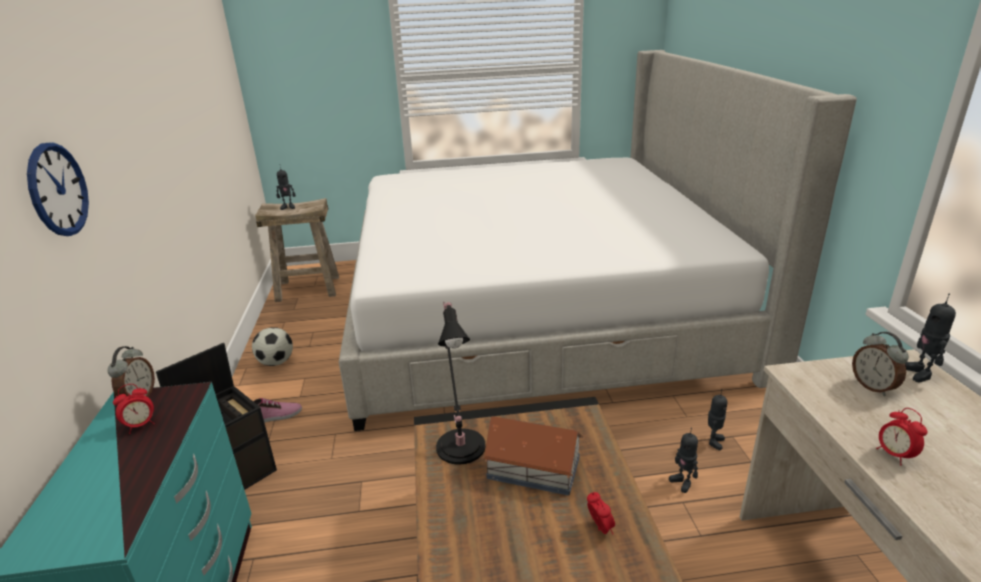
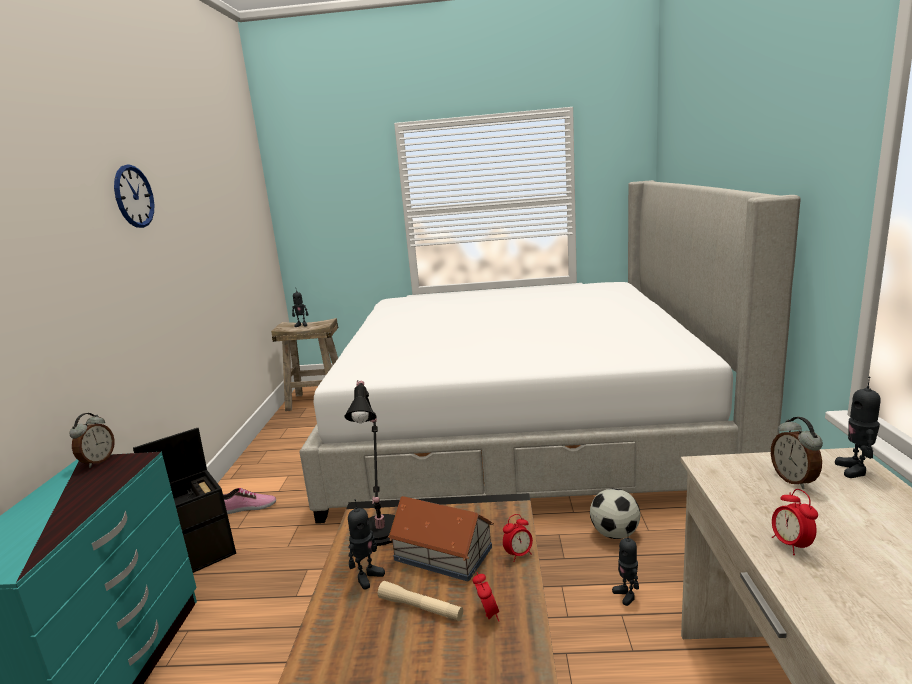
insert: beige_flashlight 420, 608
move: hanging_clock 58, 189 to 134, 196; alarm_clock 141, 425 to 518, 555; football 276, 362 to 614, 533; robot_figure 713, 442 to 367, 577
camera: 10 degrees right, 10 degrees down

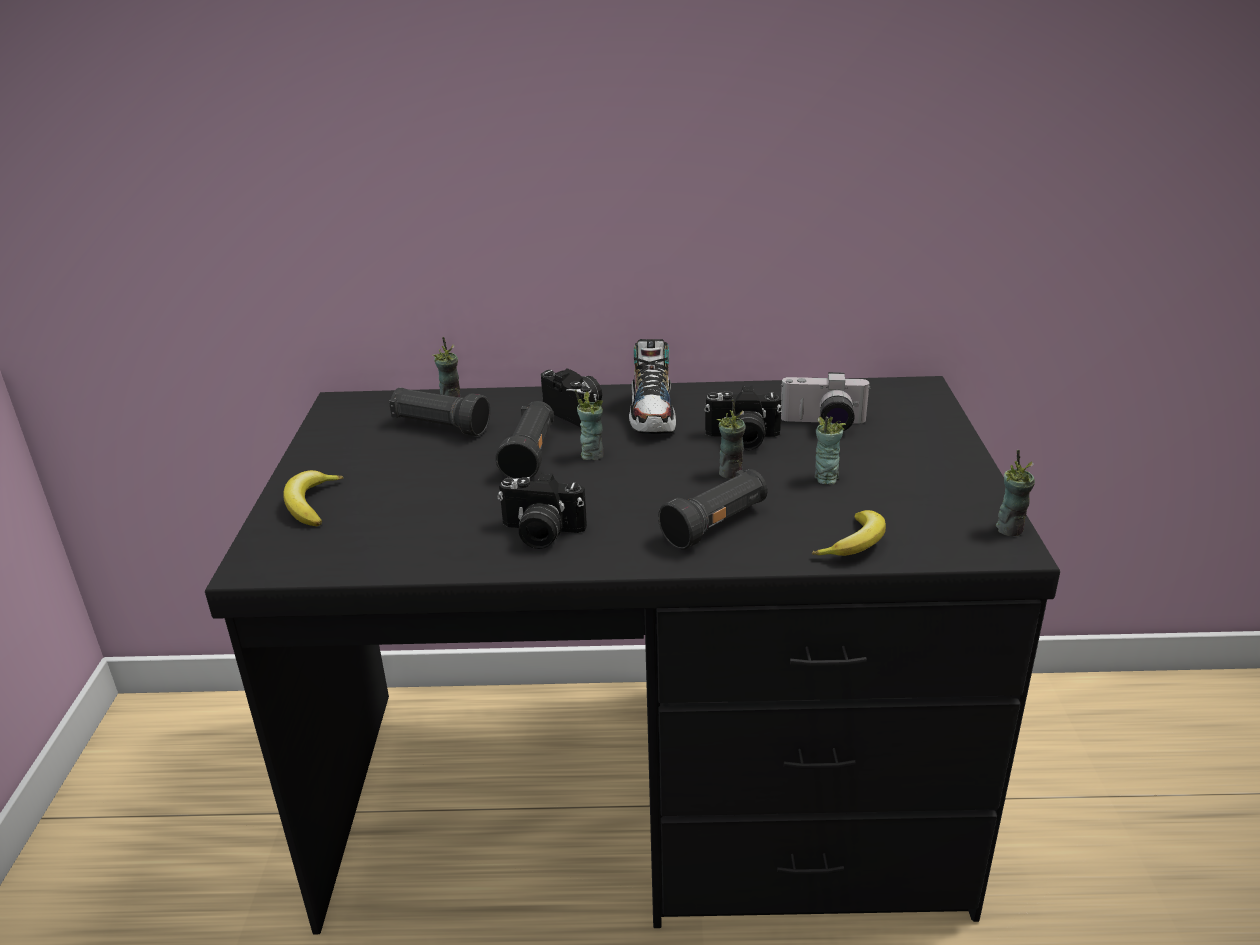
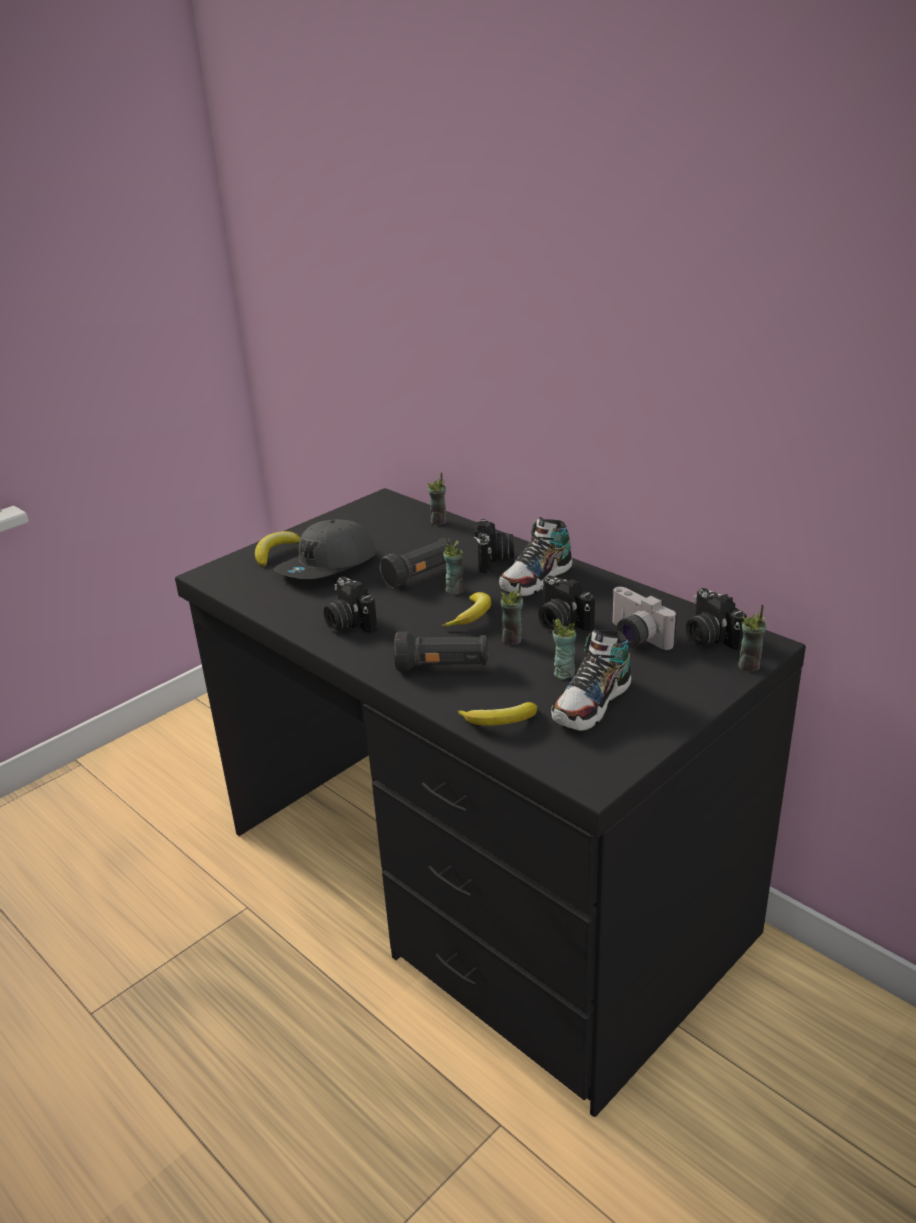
delete: blackish_flashlight 440, 426
insert: grey_peaked_cap 327, 566; whole_banana 472, 616; low_shoe 592, 705; still_camera 709, 638
move: cup 1010, 529 to 749, 666
camera: 45 degrees right, 0 degrees up

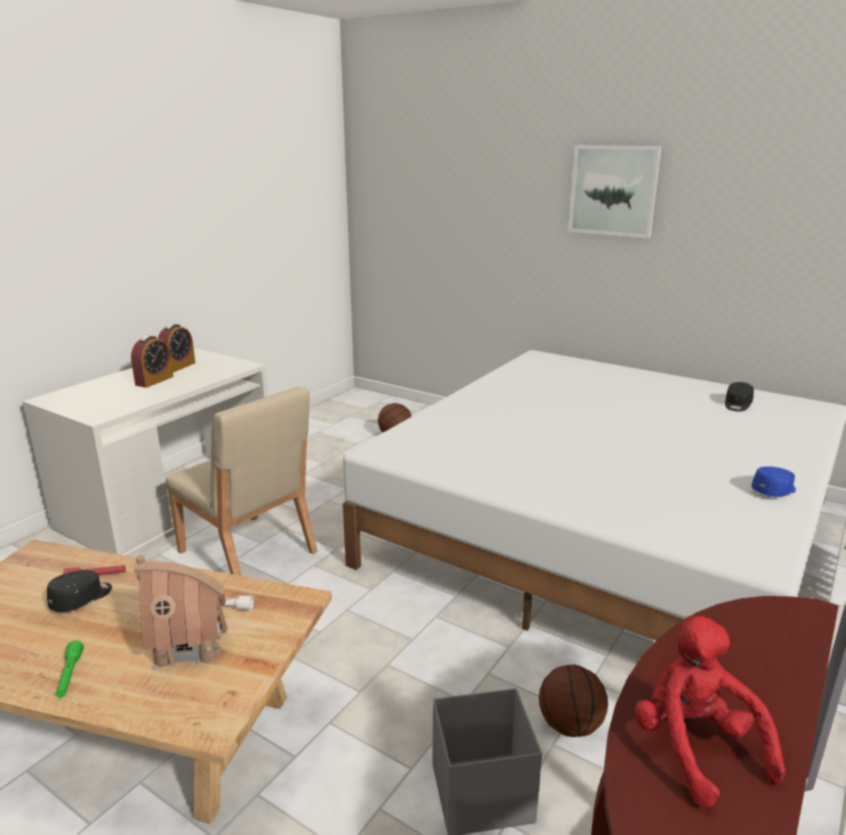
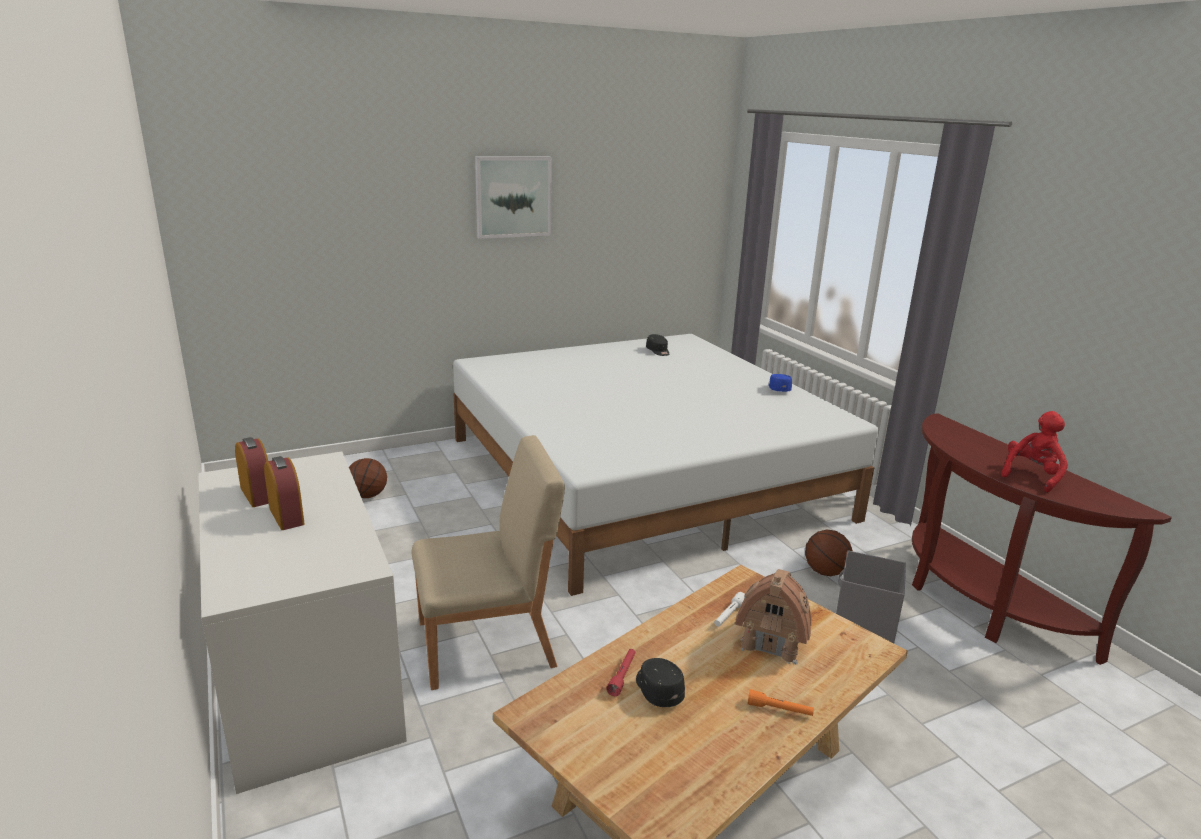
recolor: greenish_flashlight 70, 675 to orange_flashlight 779, 710
rotate: reddish_plush_toy 695, 747 = 1032, 475 120 degrees clockwise
camera: 60 degrees left, 0 degrees up

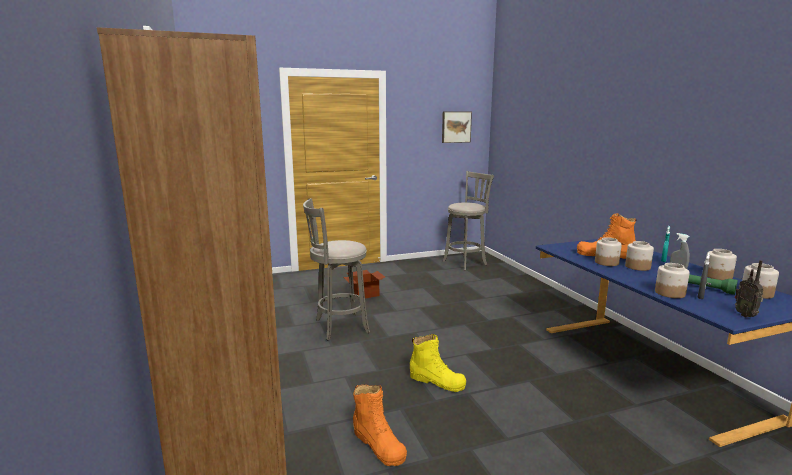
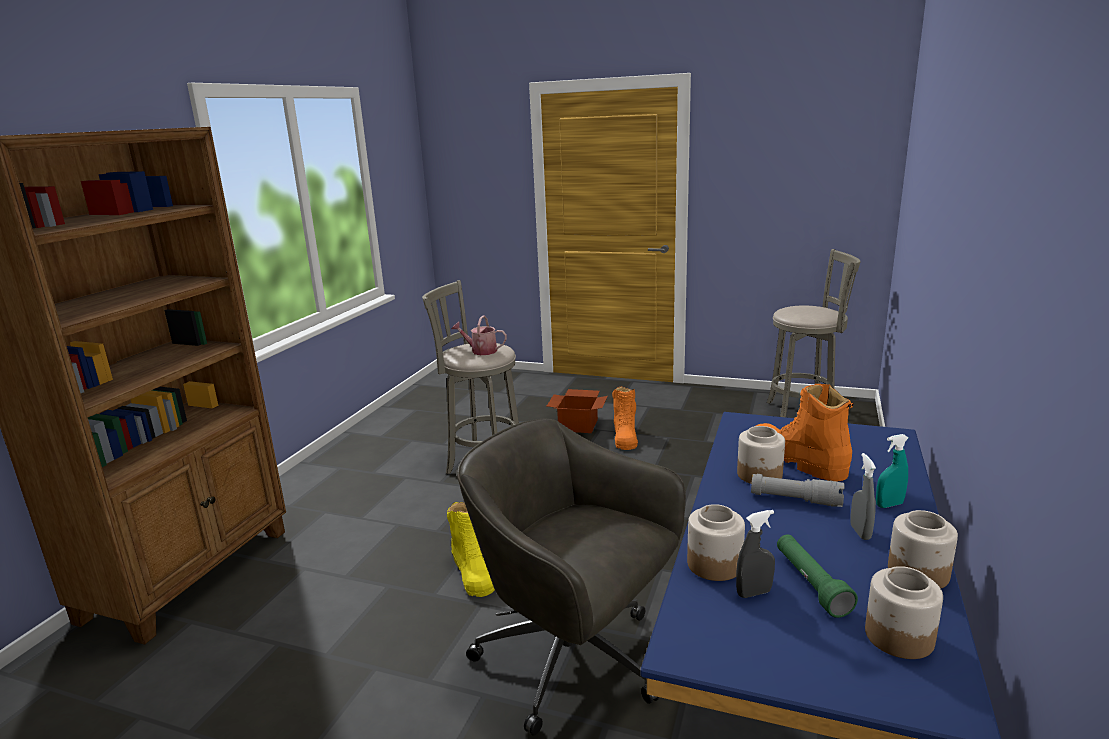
delete: picture 456, 127; radio 746, 315
insert: sprinkling_can 480, 351; grey_desk_chair 574, 661
move: orange_tall_boot 378, 444 to 625, 437
replace: preserve_jar 637, 267 to grey_flashlight 795, 500
camera: 40 degrees right, 5 degrees up

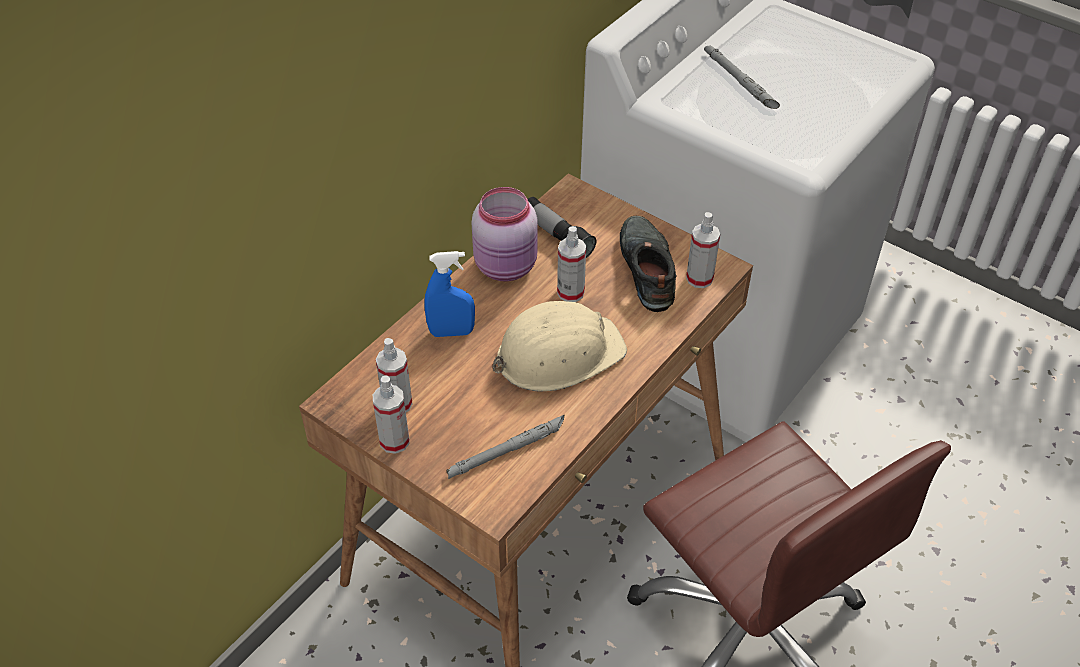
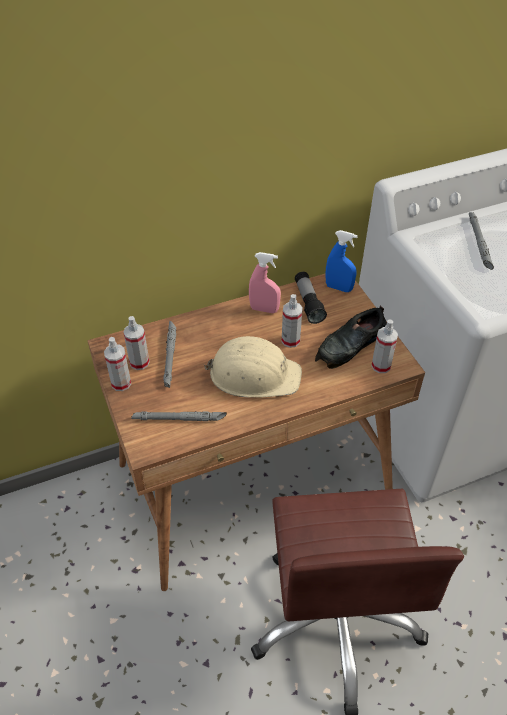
insert: grey_flashlight 170, 355
move: blue_hand_sprayer 451, 332 to 338, 288
replace: pink-coloured_preserve_jar 507, 267 to pink-coloured_hand_sprayer 264, 309
rotate: blackish_low_shoe 646, 268 = 350, 345 150 degrees counterclockwise
camera: 30 degrees right, 0 degrees up

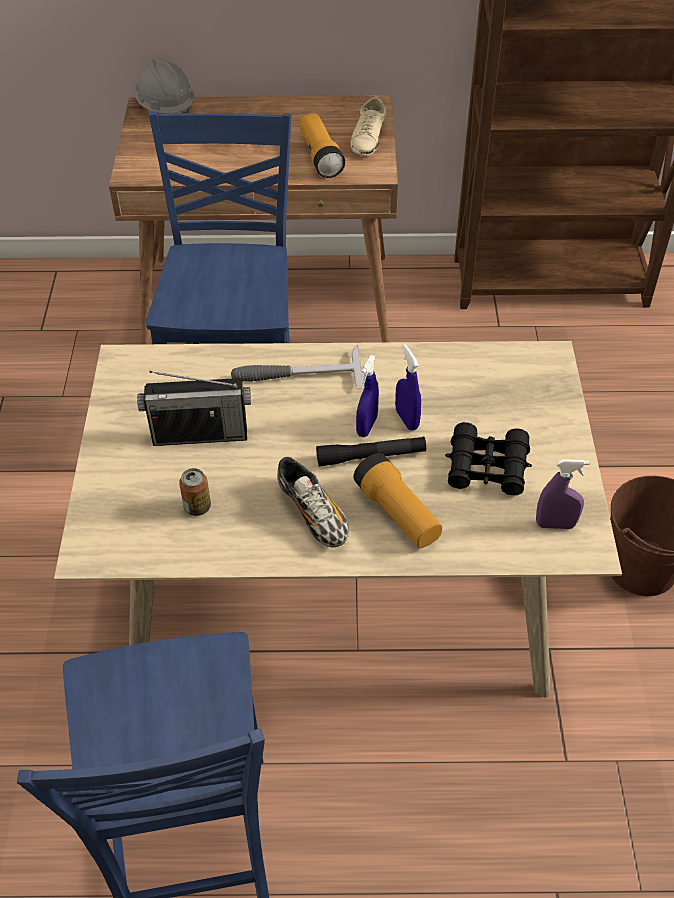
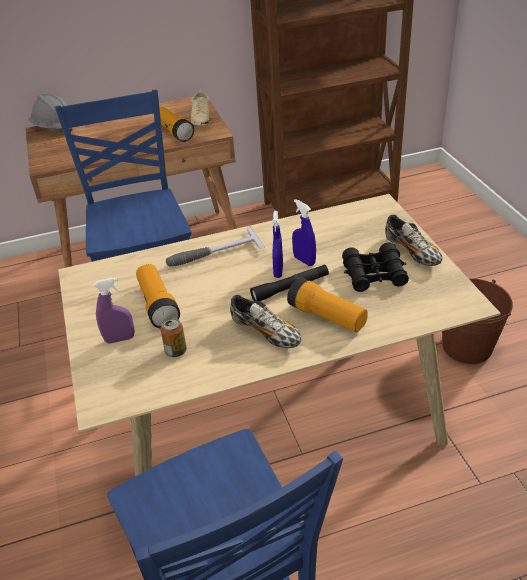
insert: low_shoe 412, 252
move: purple_hand_sprayer 555, 524 to 120, 339
replace: radio 200, 434 to flashlight 158, 305
camera: 15 degrees left, 10 degrees down

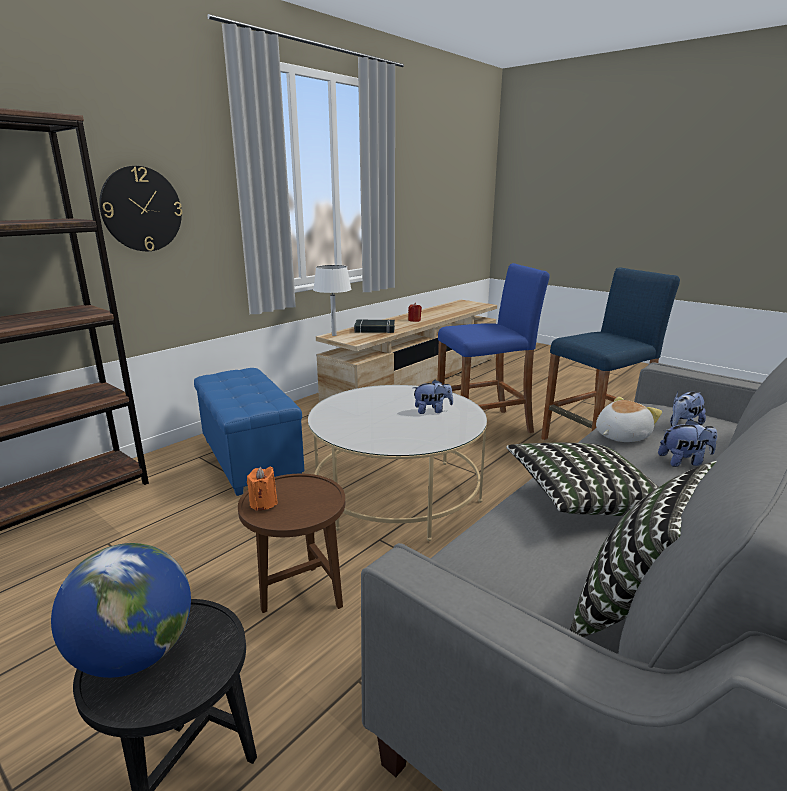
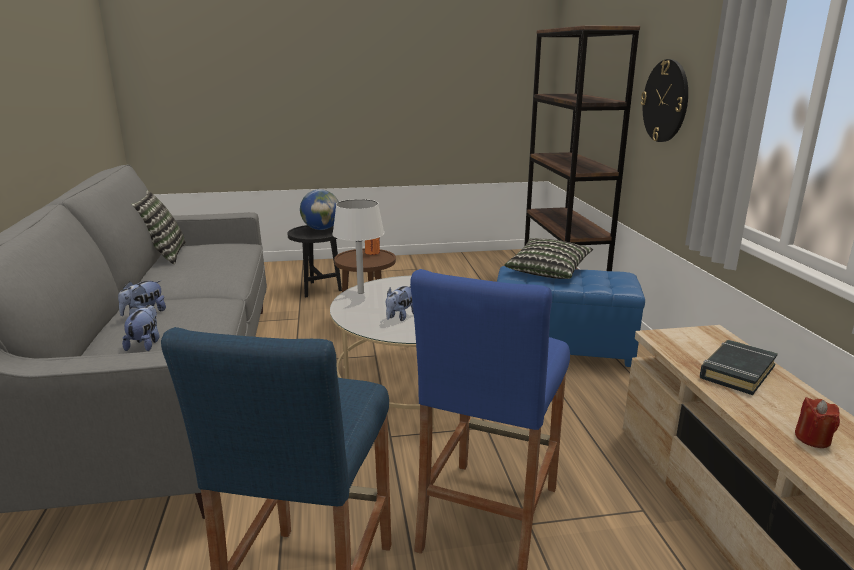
delete: plush_toy 620, 436
move: white-coloured_table_lamp 334, 335 to 360, 292; pillow 582, 501 to 548, 271
camera: 130 degrees right, 0 degrees up

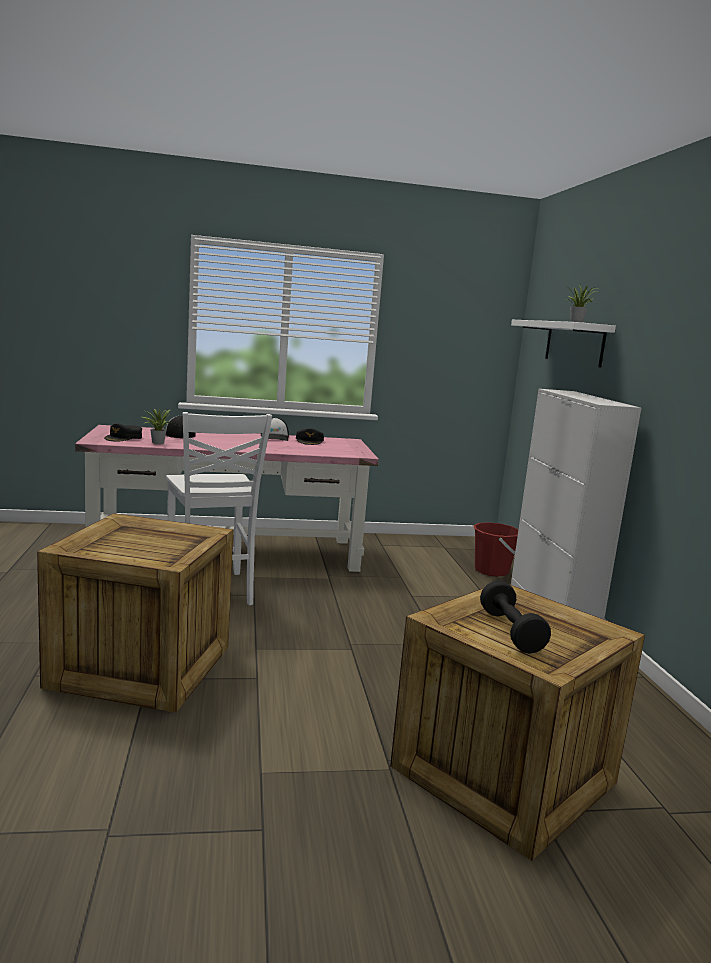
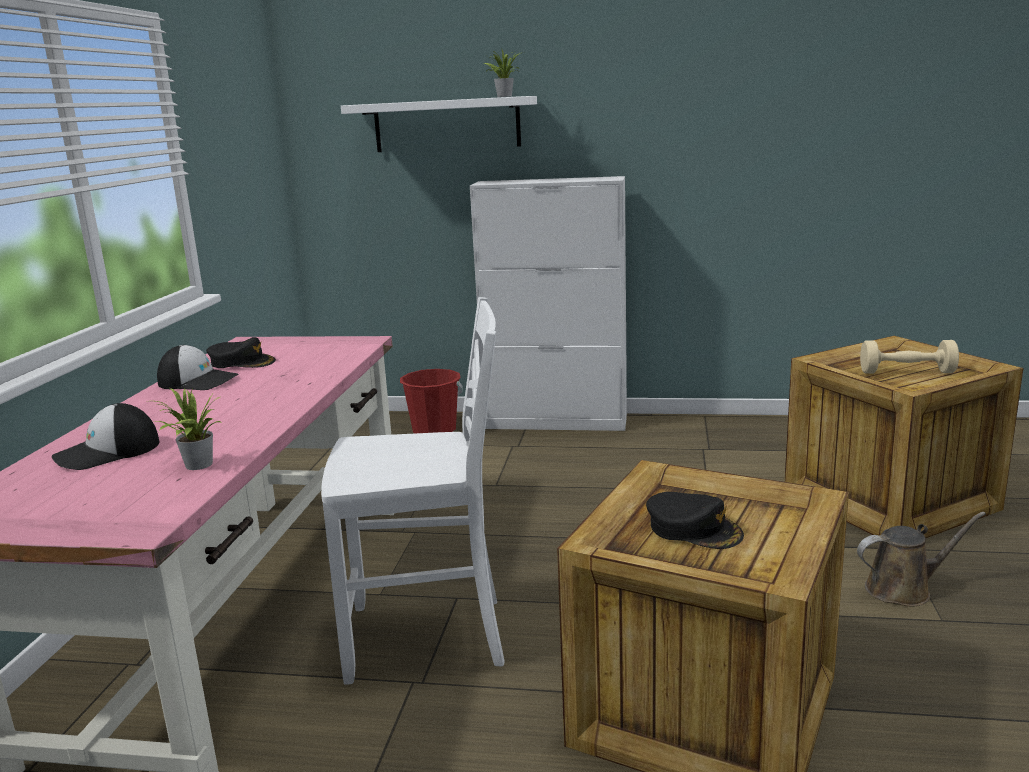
insert: brown_sprinkling_can 903, 589
move: blackish_peaked_cap 124, 438 to 694, 529
recolor: blackish_dumbbell 511, 632 to beige_dumbbell 906, 372
camera: 70 degrees left, 5 degrees up

